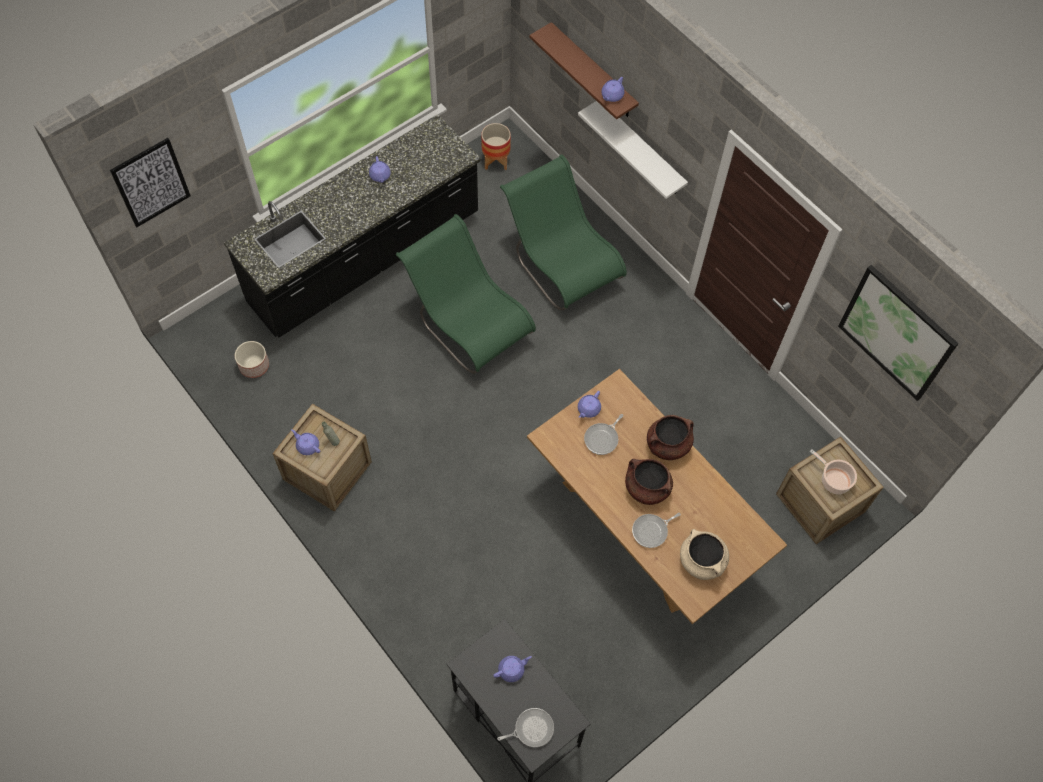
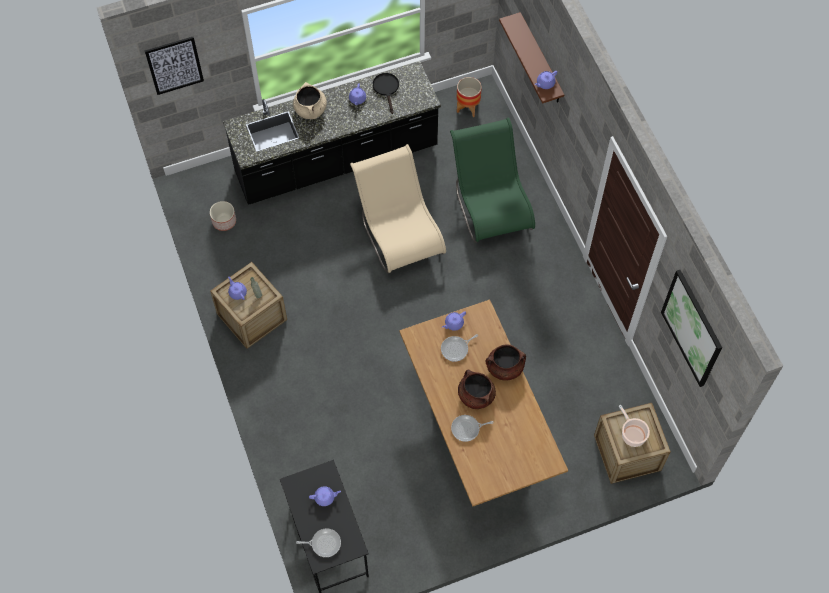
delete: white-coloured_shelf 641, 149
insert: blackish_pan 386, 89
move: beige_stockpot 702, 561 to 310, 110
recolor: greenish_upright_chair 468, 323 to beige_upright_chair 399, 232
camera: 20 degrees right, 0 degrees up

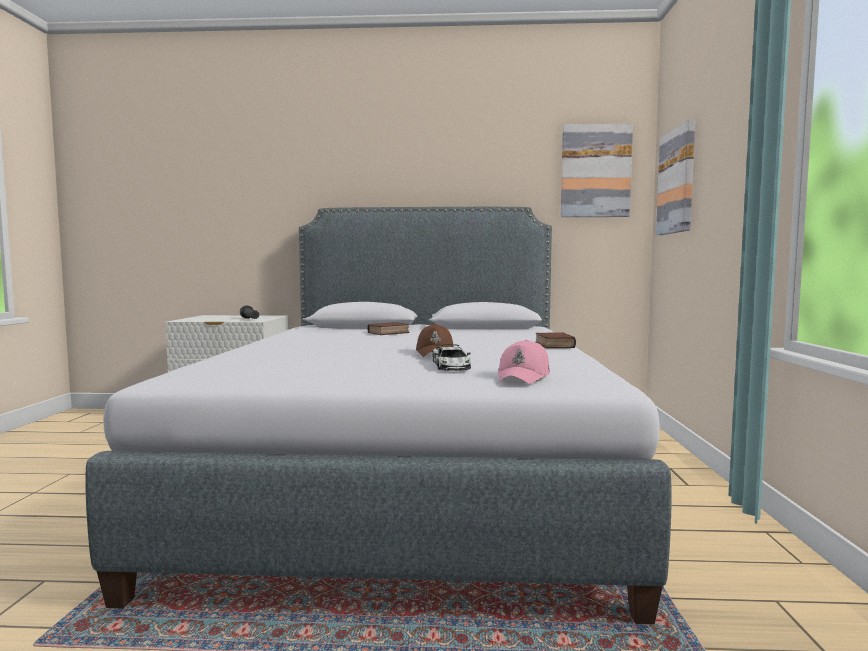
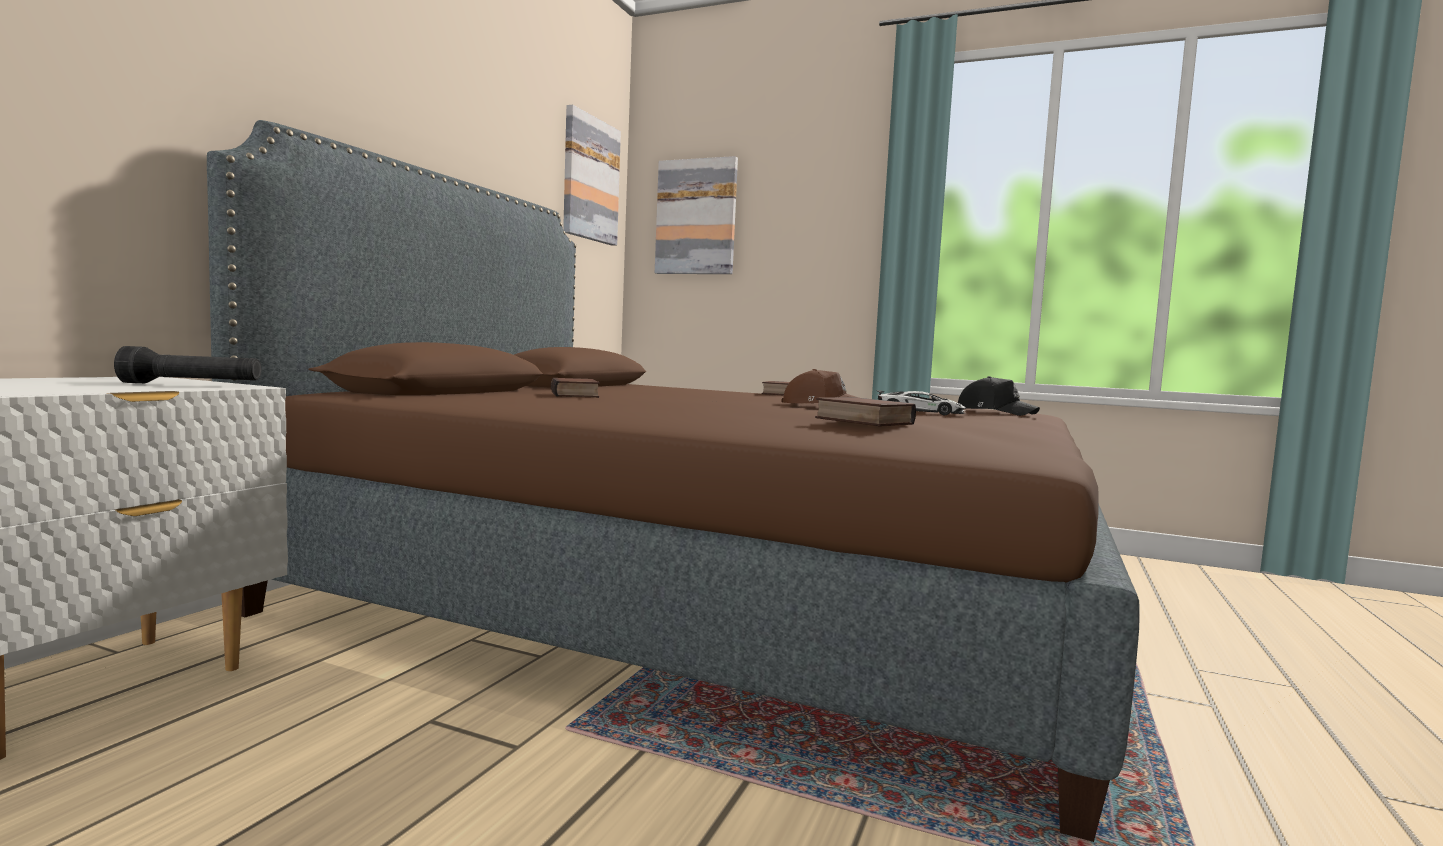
insert: book 861, 421
recolor: grey_sleeping_bed 408, 475 to brown_sleeping_bed 695, 600; pink-coloured_peaked_cap 524, 376 to blackish_peaked_cap 995, 412
camera: 70 degrees left, 0 degrees up

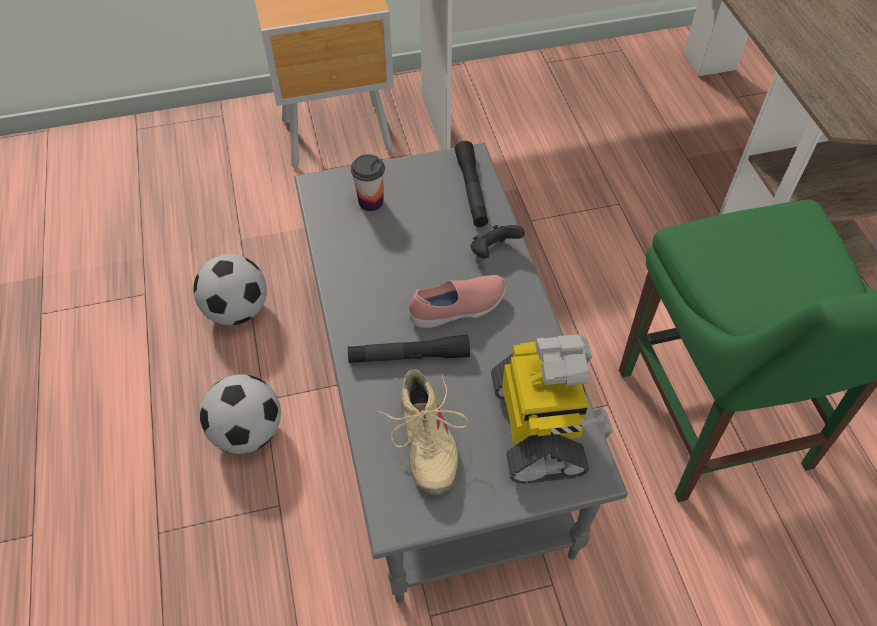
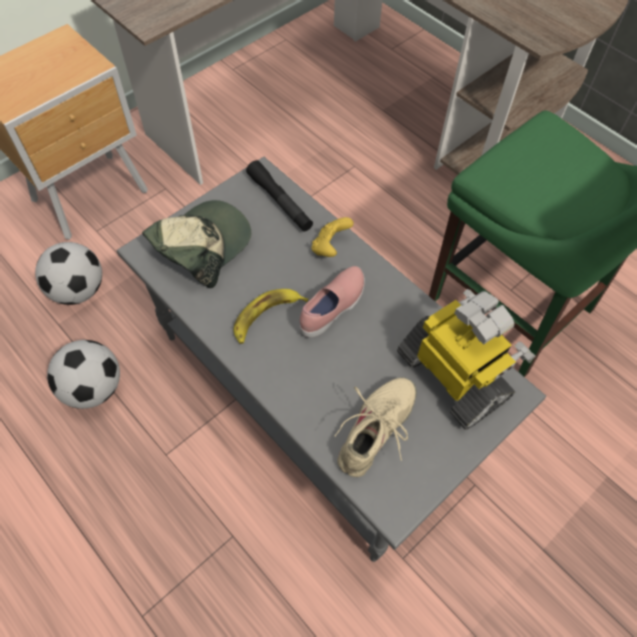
delete: blackish_flashlight 409, 356
insert: whole_banana 266, 317
move: football 248, 432 to 78, 290
replace: cup 371, 202 to peaked_cap 201, 246
recolor: blackish_gamepad 493, 251 to yellowish_gamepad 330, 247
rotate: beige_low_shoe 425, 440 = 376, 430 105 degrees counterclockwise
camera: 30 degrees left, 5 degrees up

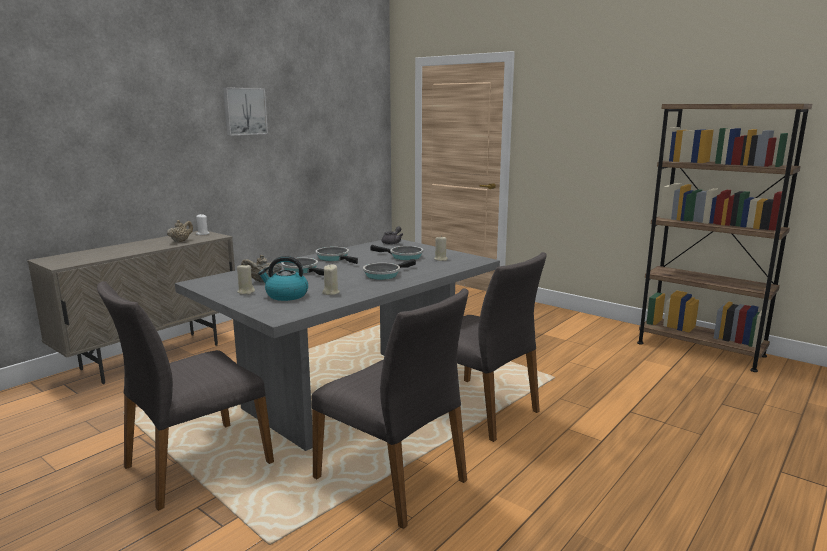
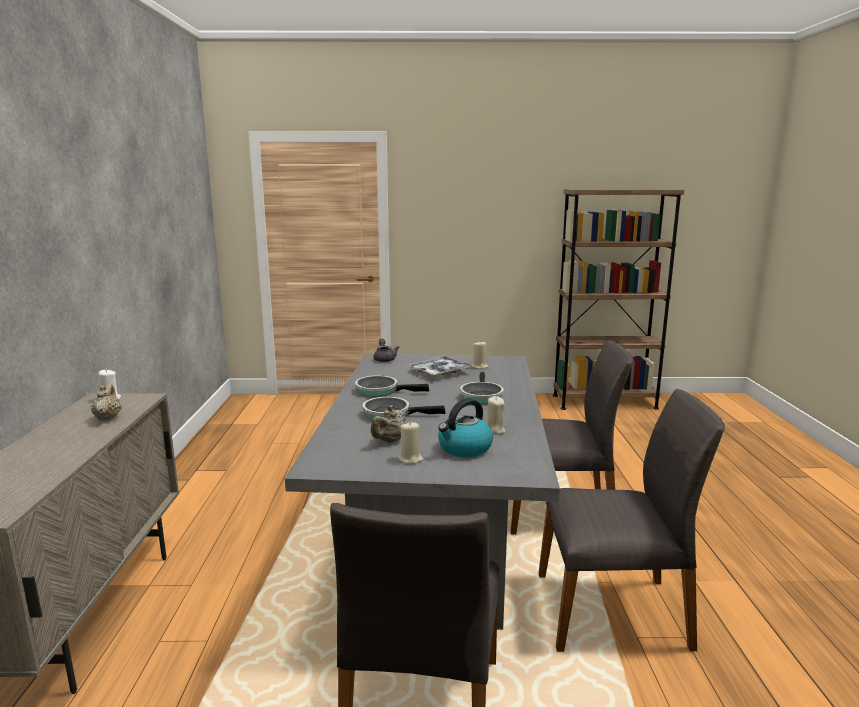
delete: picture 244, 111
replace: pan 403, 256 to carrying_tray 440, 372
camera: 40 degrees left, 0 degrees up

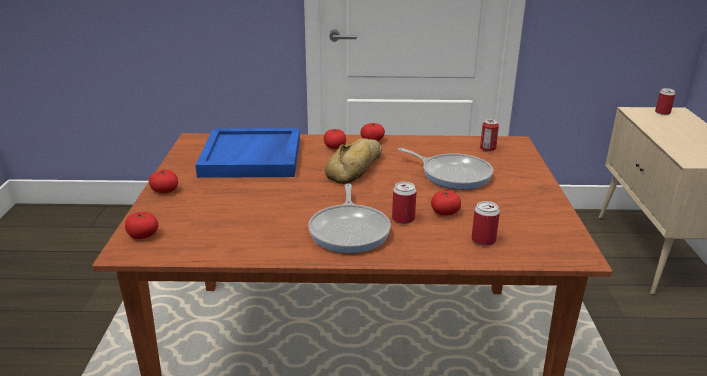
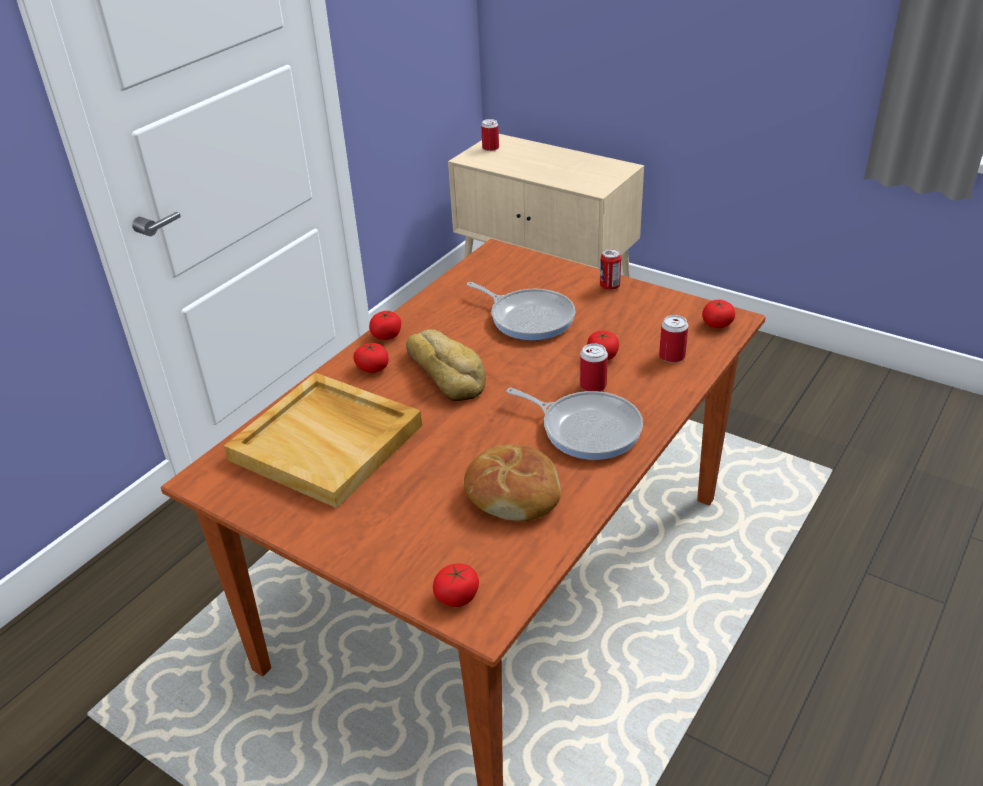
insert: bakery_bread 513, 493
move: whole_tomato 165, 190 to 717, 324; metal_can 487, 149 to 609, 286
recolor: blue_carrying_tray 252, 157 to beige_carrying_tray 328, 442
rotate: pan 453, 174 = 529, 318 60 degrees clockwise
camera: 55 degrees left, 10 degrees up

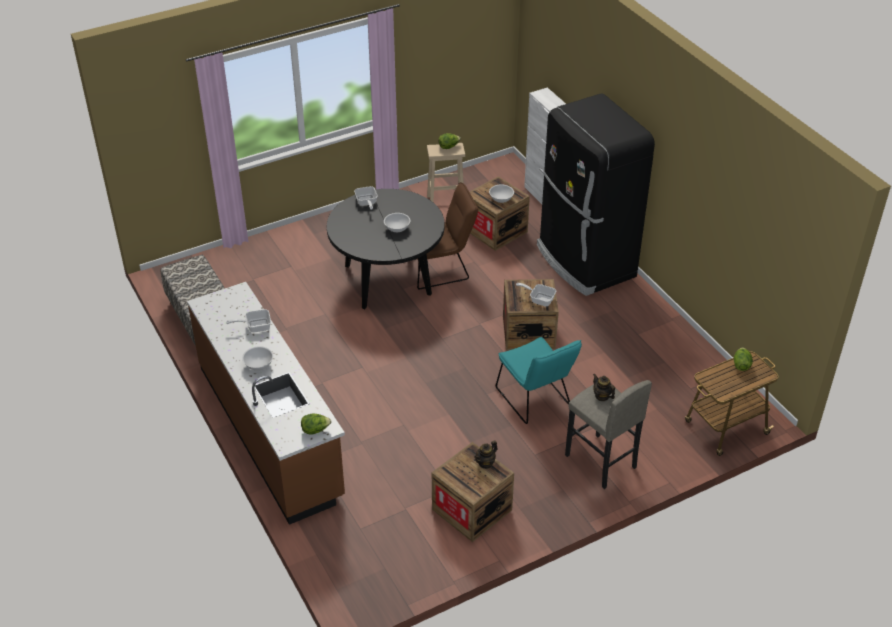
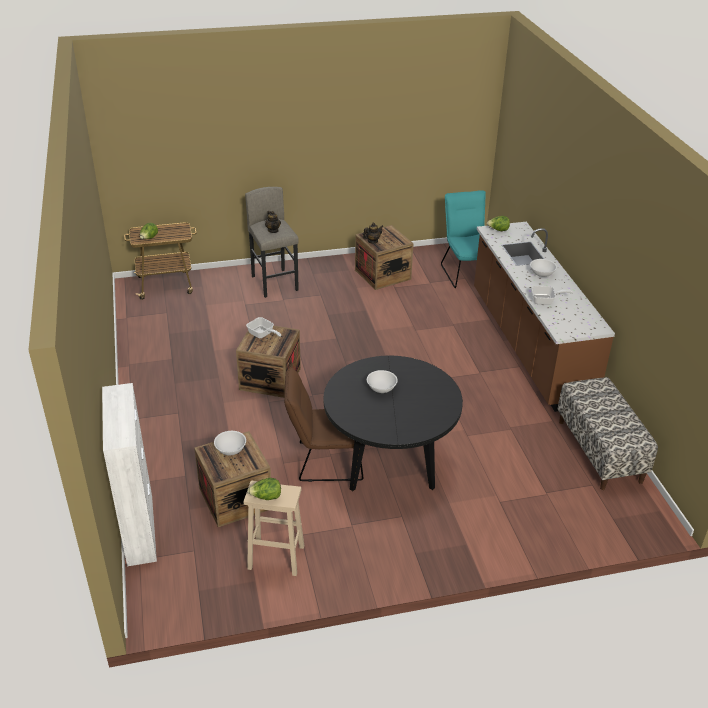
delete: pan 366, 203; blackish_fridge 584, 262
move: blue-green_upright_chair 535, 400 to 466, 272
camera: 165 degrees left, 5 degrees down

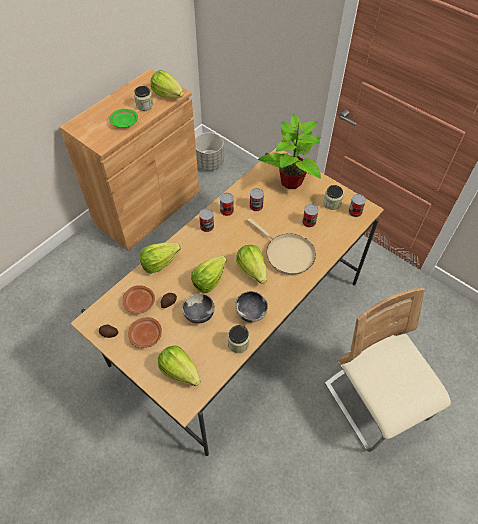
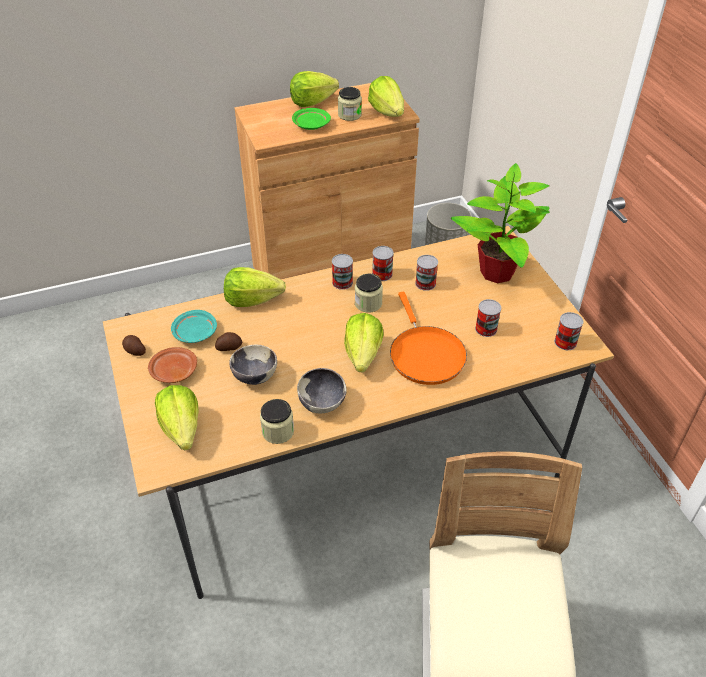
move: lettuce 209, 280 to 312, 102; preserve_jar 332, 203 to 368, 303
recolor: brown_plate 139, 303 to blue-green_plate 195, 333; beige_pan 287, 254 to orange_pan 425, 354
camera: 30 degrees right, 10 degrees down

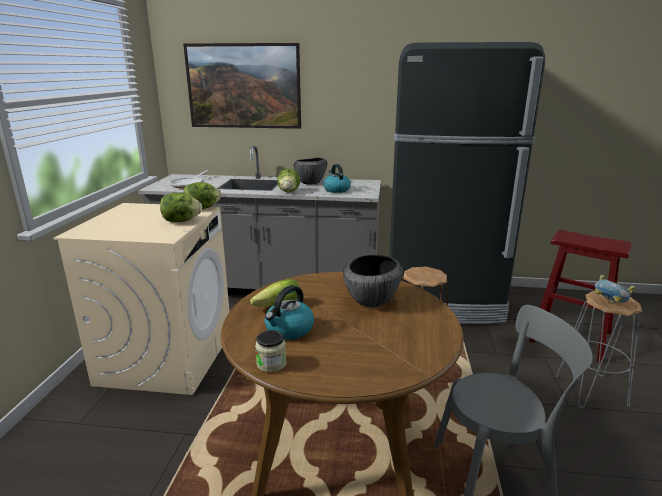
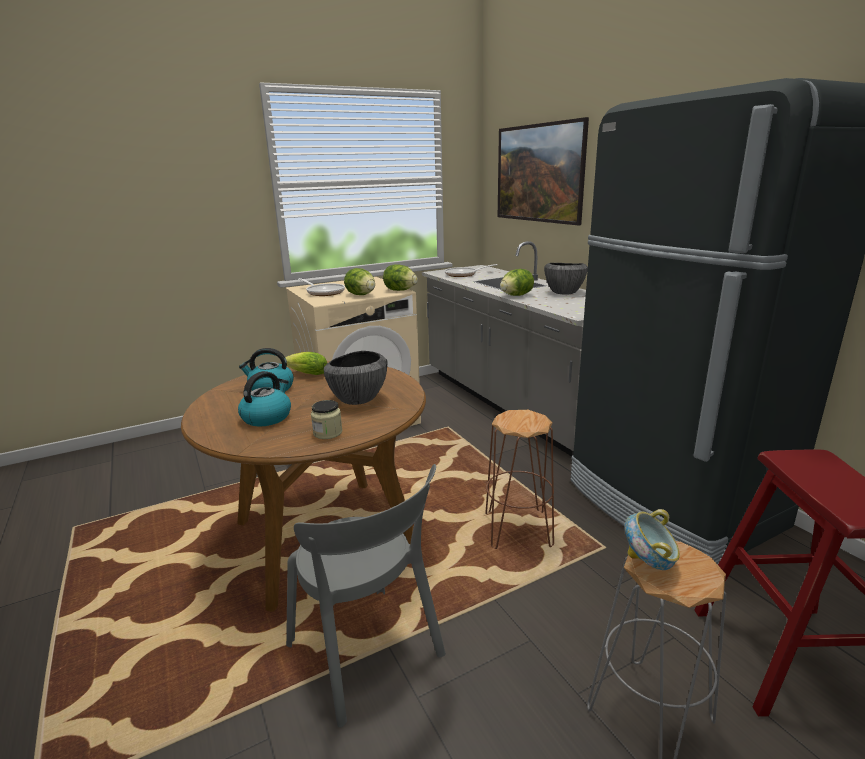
insert: pan 324, 292
move: preserve_jar 271, 364 to 328, 433; water_kettle 336, 190 to 267, 417
camera: 55 degrees right, 0 degrees up

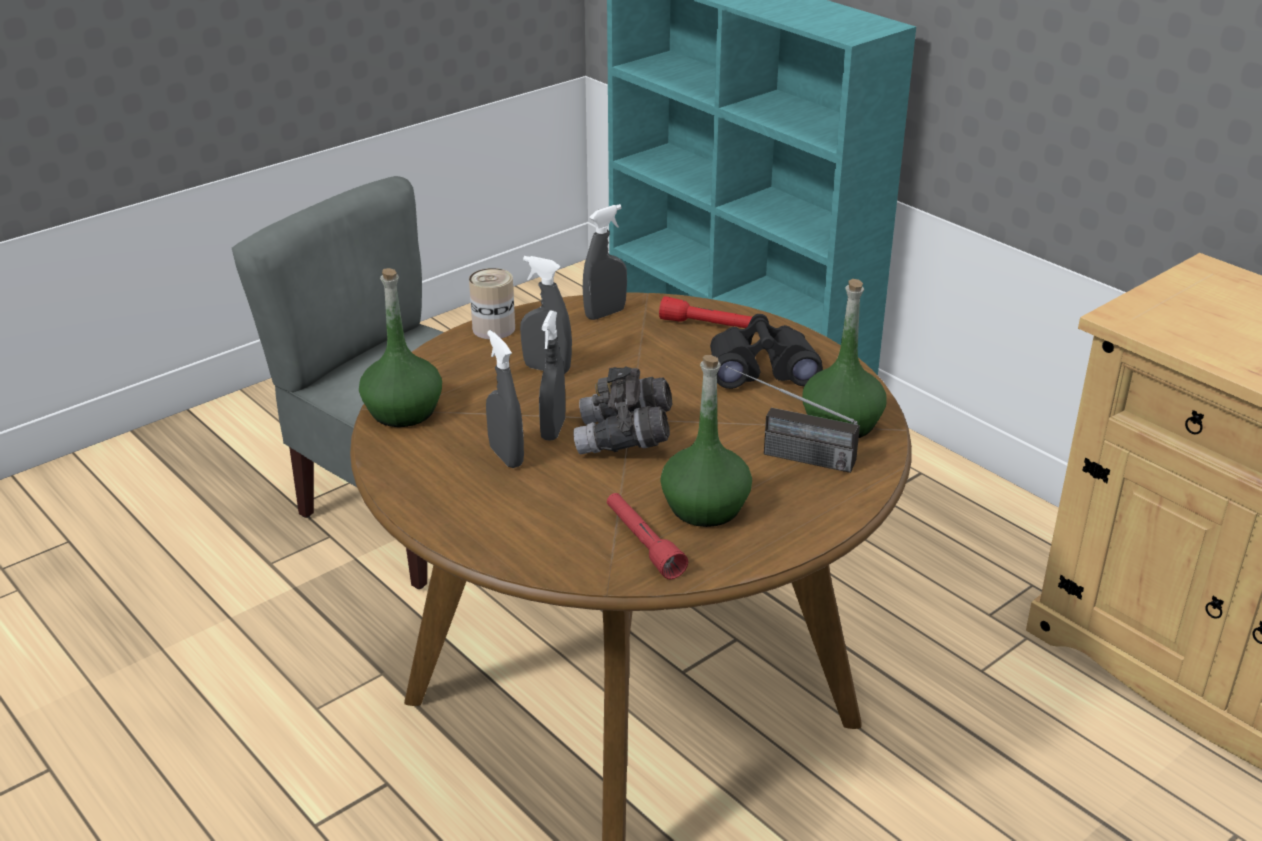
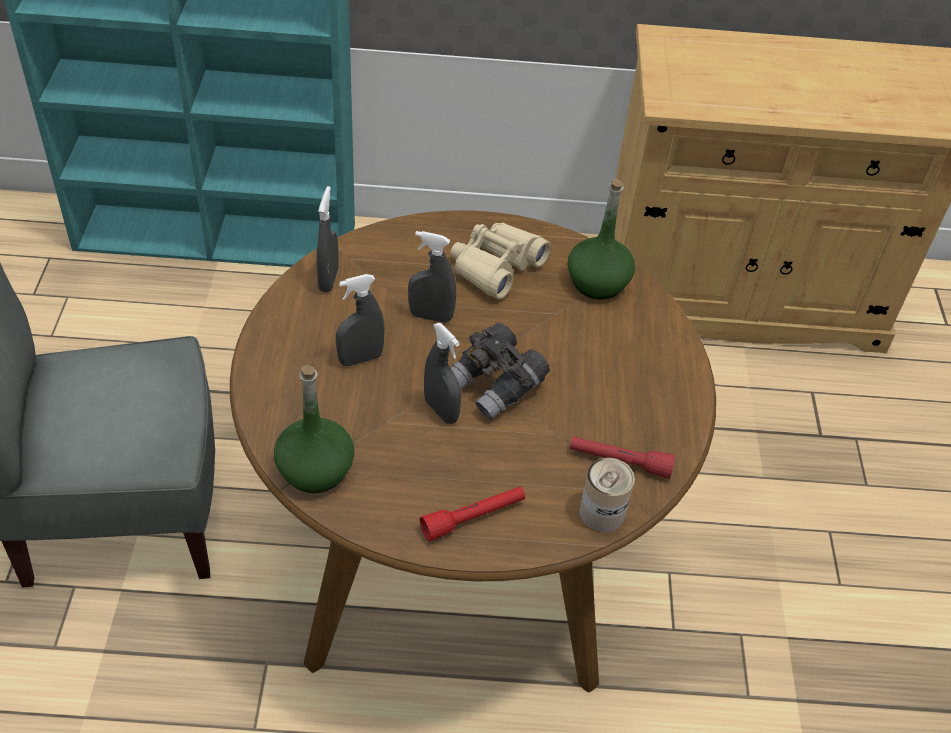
delete: greenish_drink_bottle 705, 507; radio 785, 454
move: metal_can 493, 329 to 602, 513; grey_hand_sprayer 506, 456 to 431, 316; reddish_flashlight 709, 326 to 473, 518
recolor: blackish_field_glasses 761, 369 to beige_field_glasses 496, 266
camera: 50 degrees left, 15 degrees up

